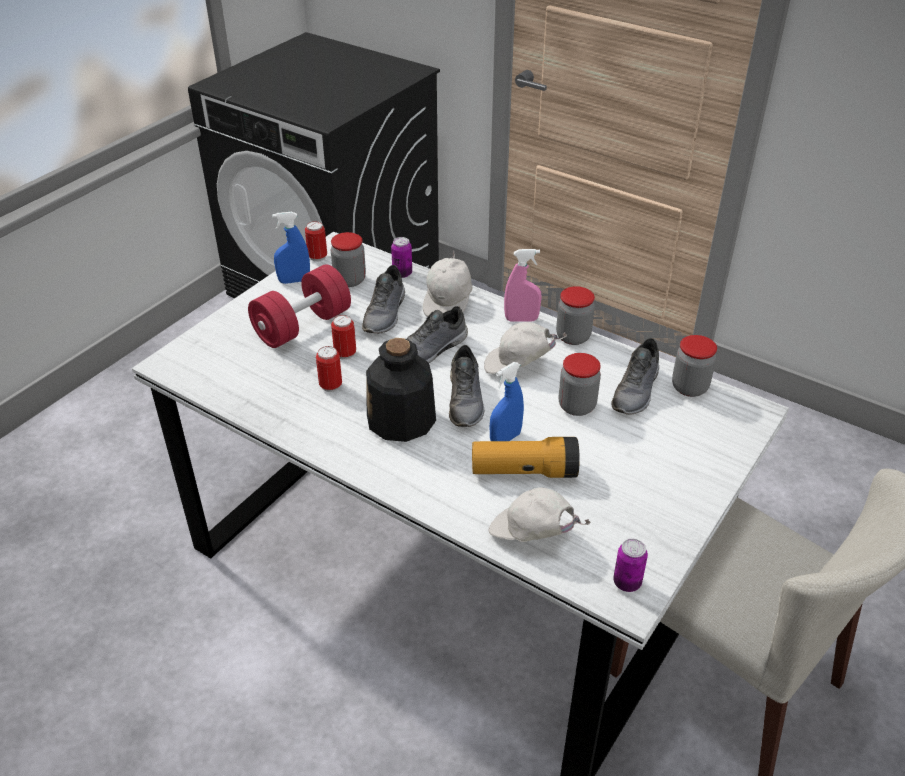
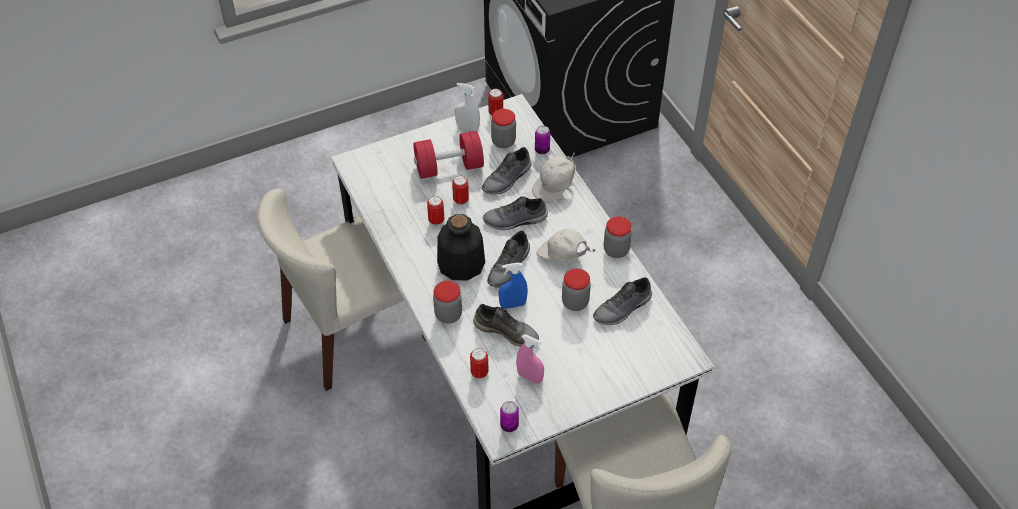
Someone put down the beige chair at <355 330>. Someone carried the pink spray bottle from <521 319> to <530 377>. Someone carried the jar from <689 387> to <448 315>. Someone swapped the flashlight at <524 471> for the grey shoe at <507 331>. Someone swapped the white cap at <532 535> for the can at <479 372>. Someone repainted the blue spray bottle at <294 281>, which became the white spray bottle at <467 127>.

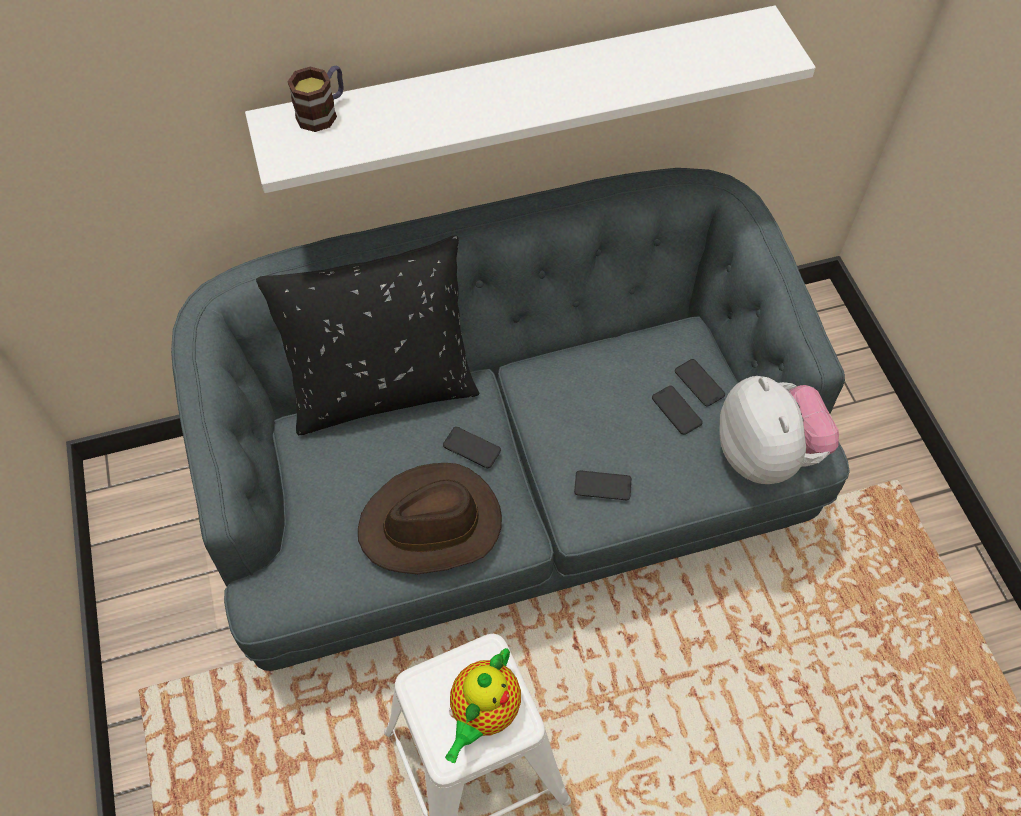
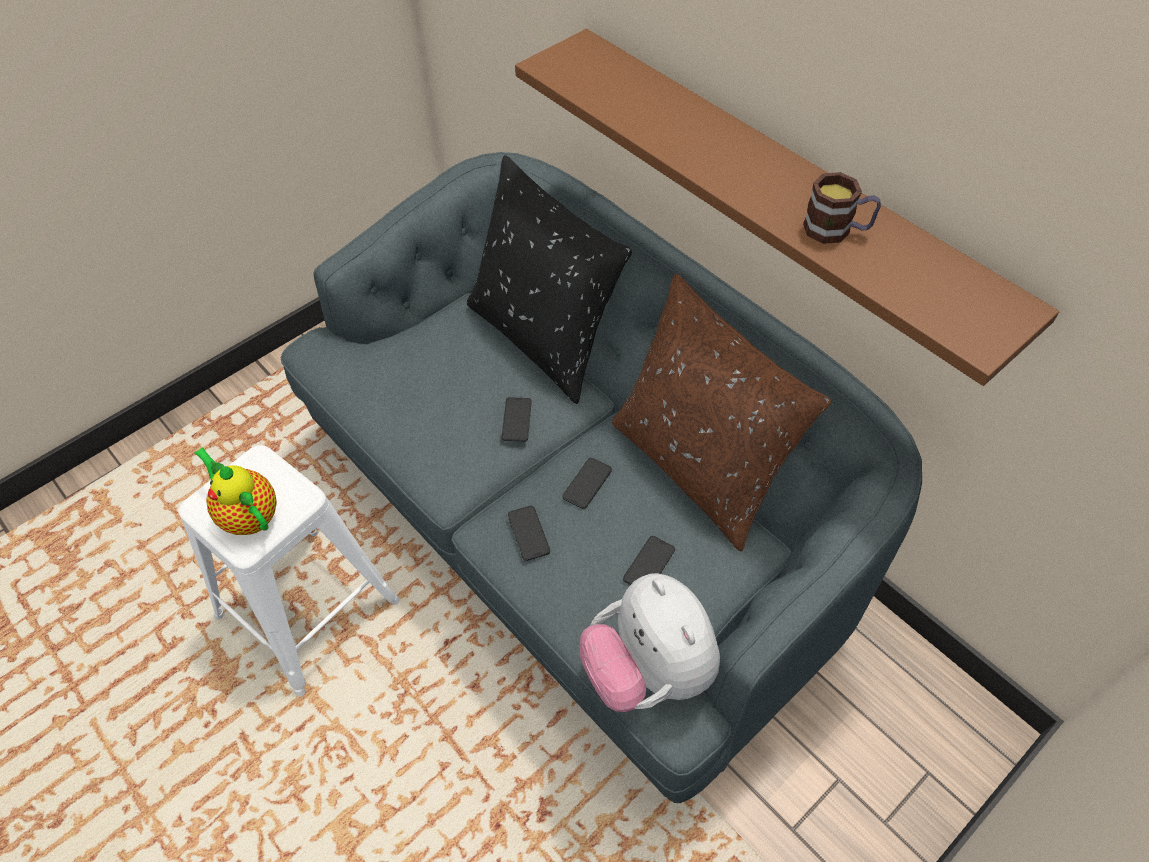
Someone took away the brown hat at <431 525>. Someone put down the brown pillow at <699 467>. Someone carried the mug from <323 112> to <836 230>. Someone carried the phone from <699 383> to <587 483>. Someone repainted the white shelf at <520 94>, which became the brown shelf at <780 191>. Someone rotated the teapot at <483 712> by 45 degrees clockwise. Someone rotated the plush toy at <766 454> by 105 degrees clockwise.

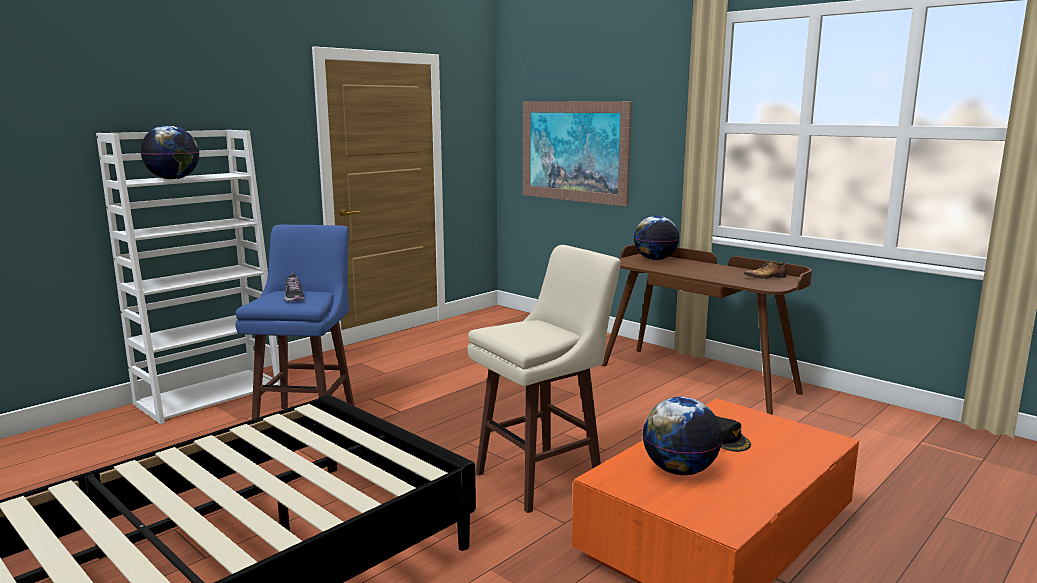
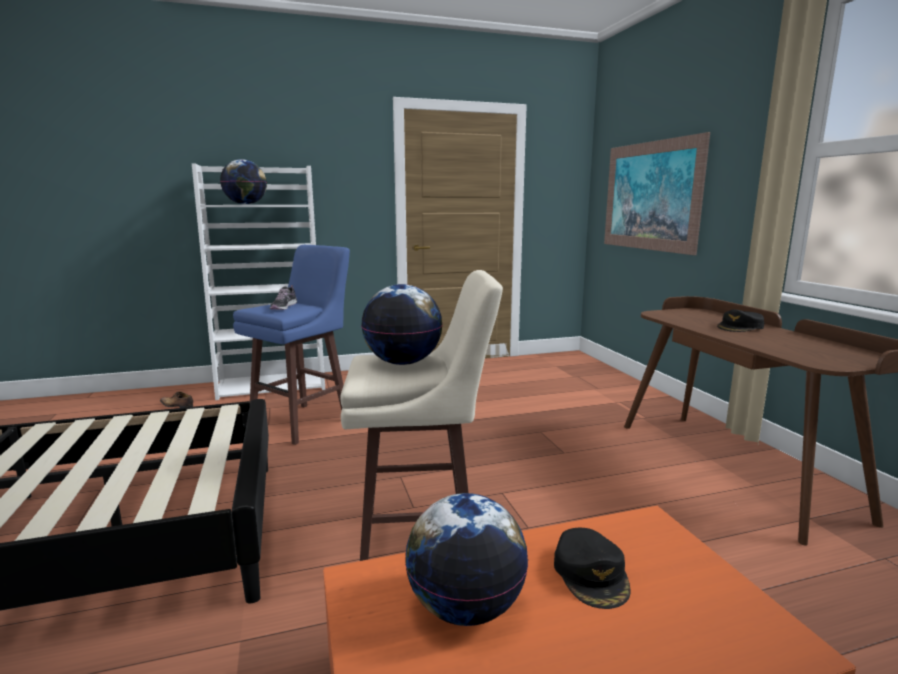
Someone put down the black cap at <740 327>. Someone carried the globe from <655 259> to <403 363>. Someone carried the shoe from <766 277> to <177 406>.

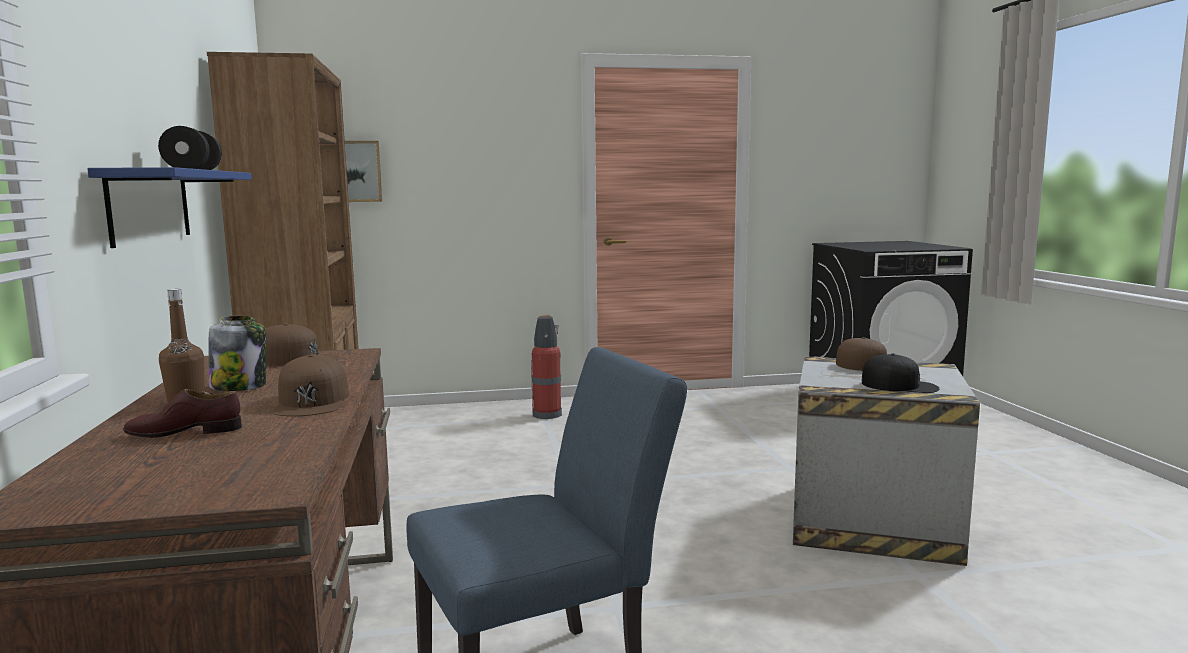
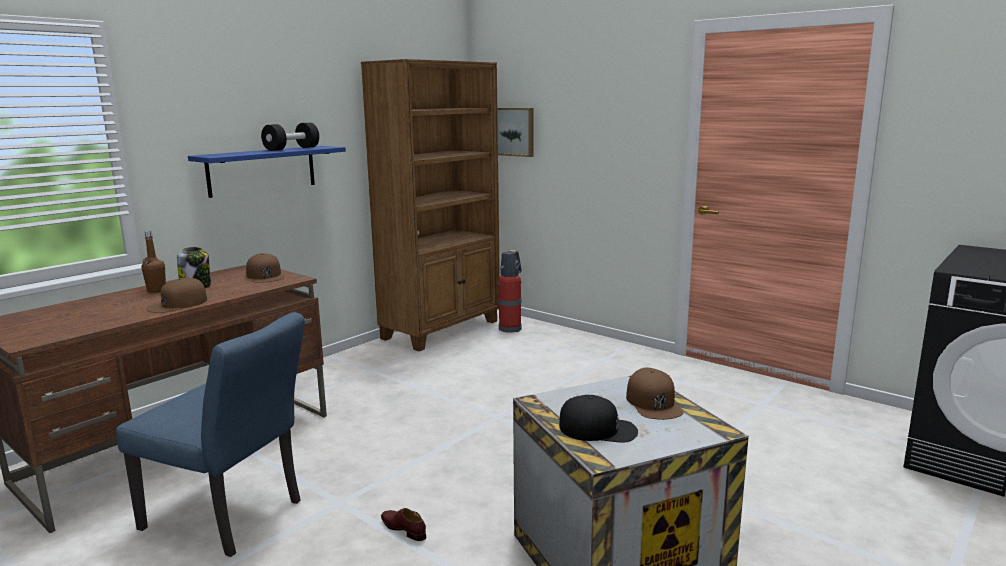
Someone carried the brown shoe from <184 432> to <403 529>. Someone carried the fire extinguisher from <547 414> to <511 328>. Someone rotated the black cap at <899 385> by 60 degrees counterclockwise.

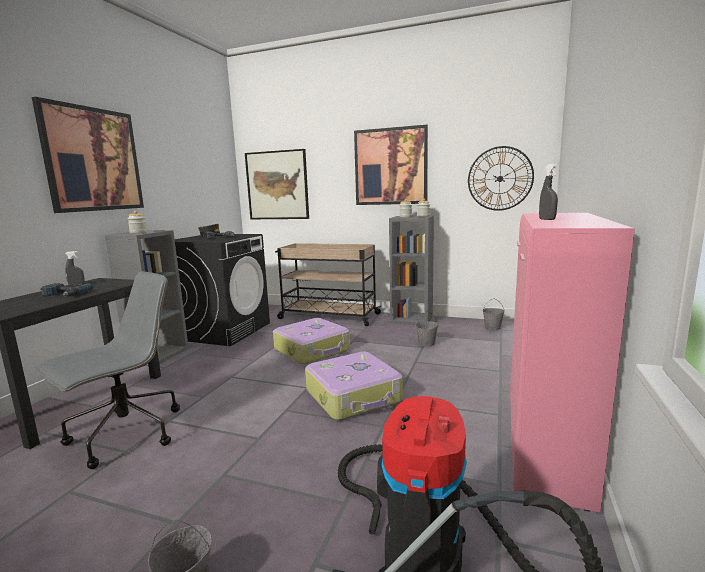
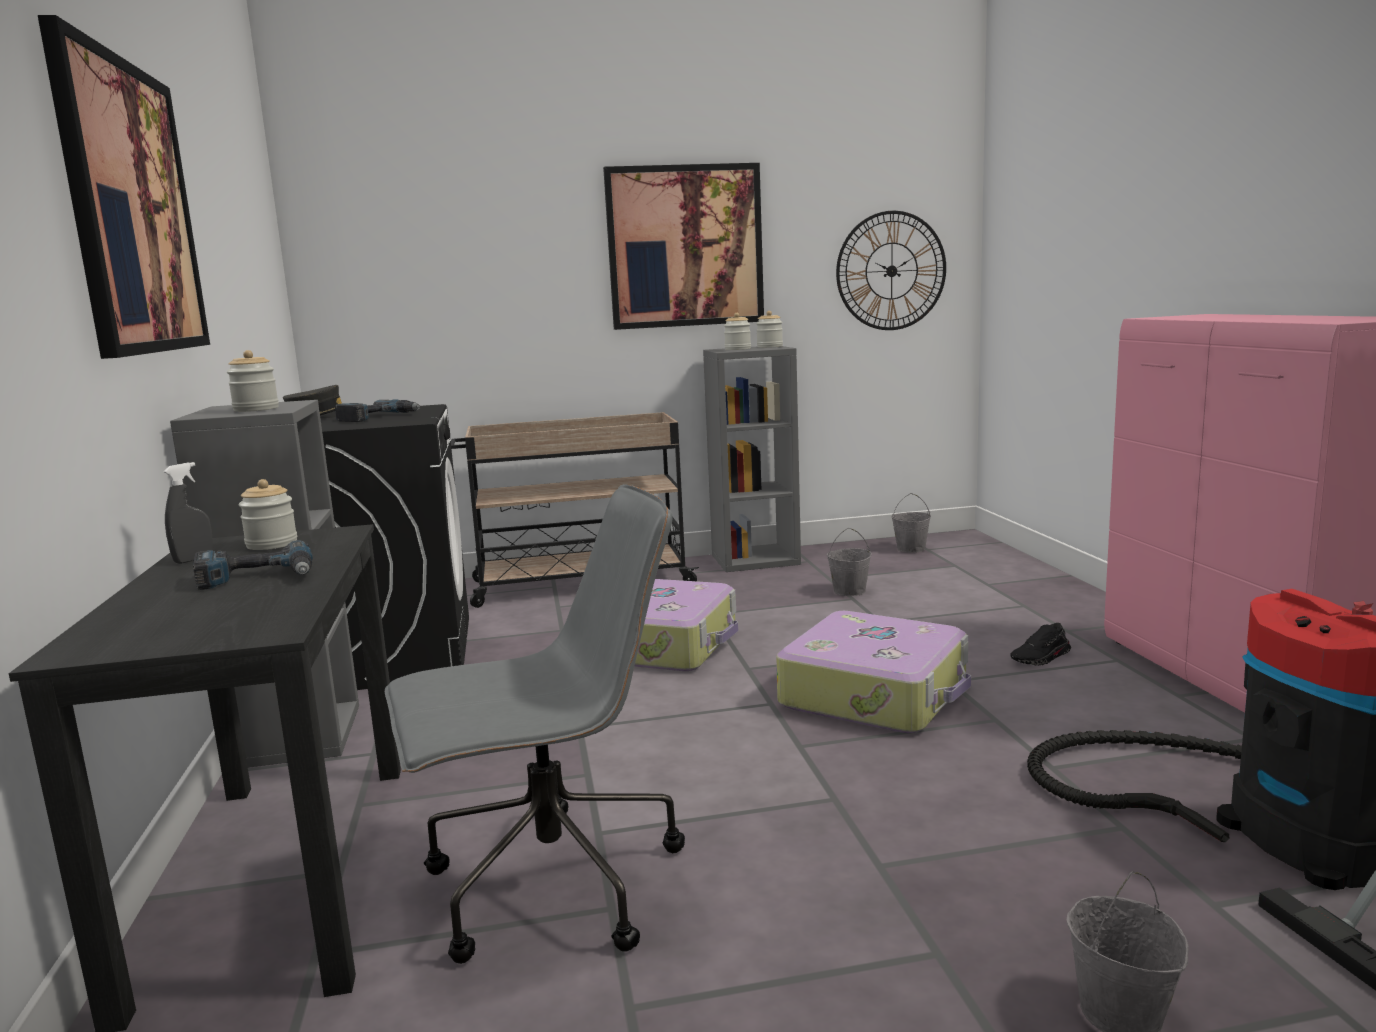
Someone took away the picture at <277 185>. Someone took away the grey spray bottle at <547 219>. Someone put down the jar at <272 544>. Someone put down the black shoe at <1041 658>. Someone rotated the grey office chair at <125 435> by 60 degrees clockwise.

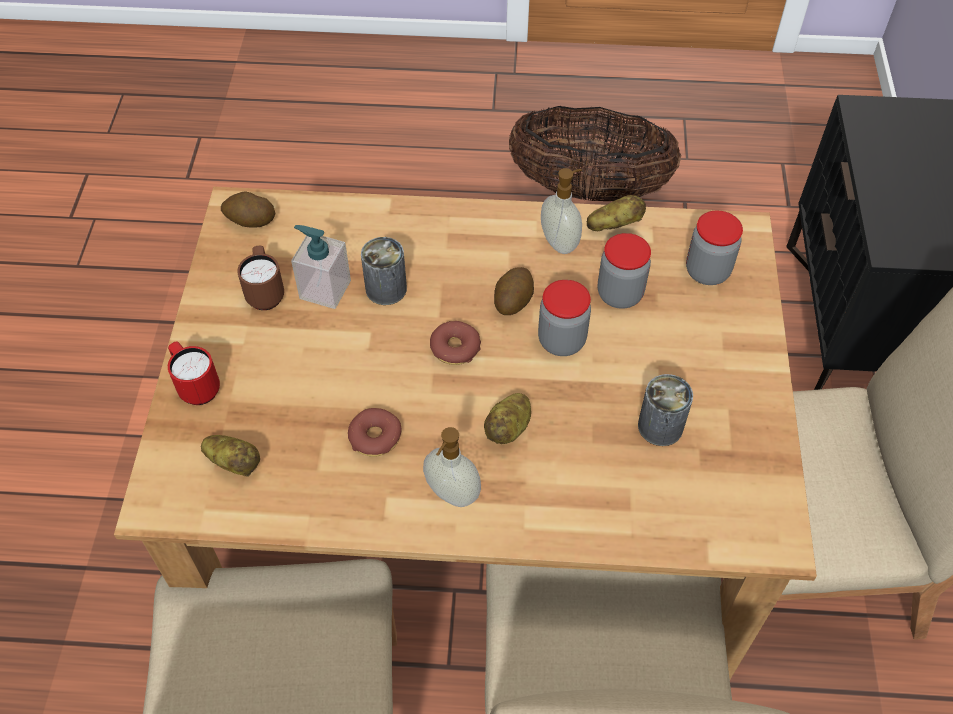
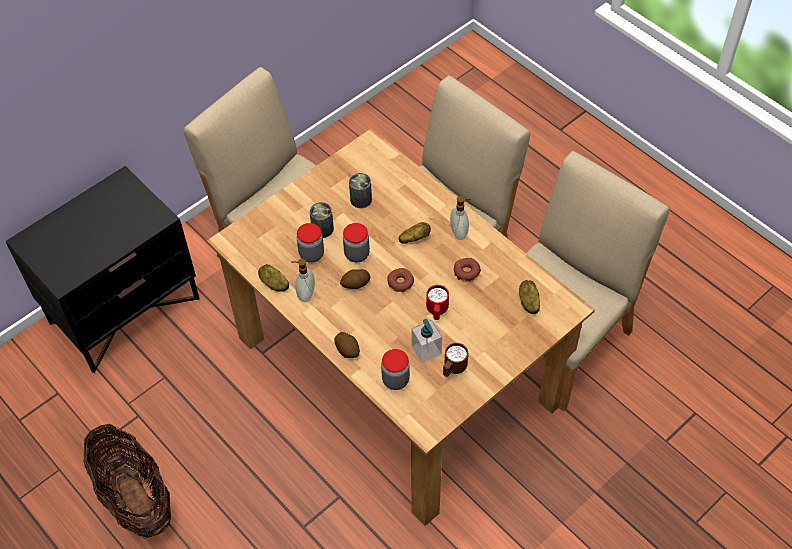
Someone carried the red mug from <196 386> to <437 311>. Someone carried the potato from <250 221> to <347 350>. Someone carried the can from <386 289> to <322 229>. Someone carried the jar from <707 271> to <395 380>.

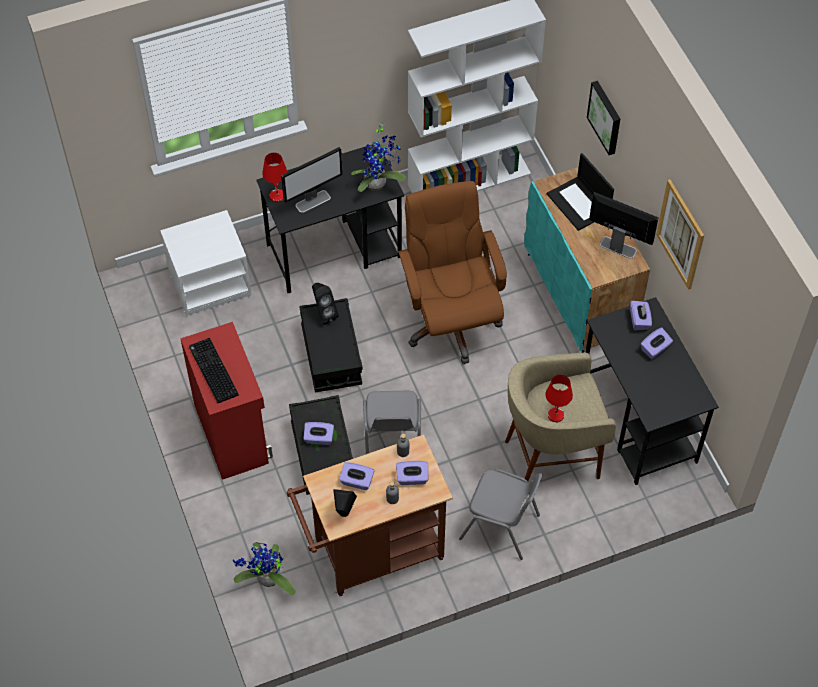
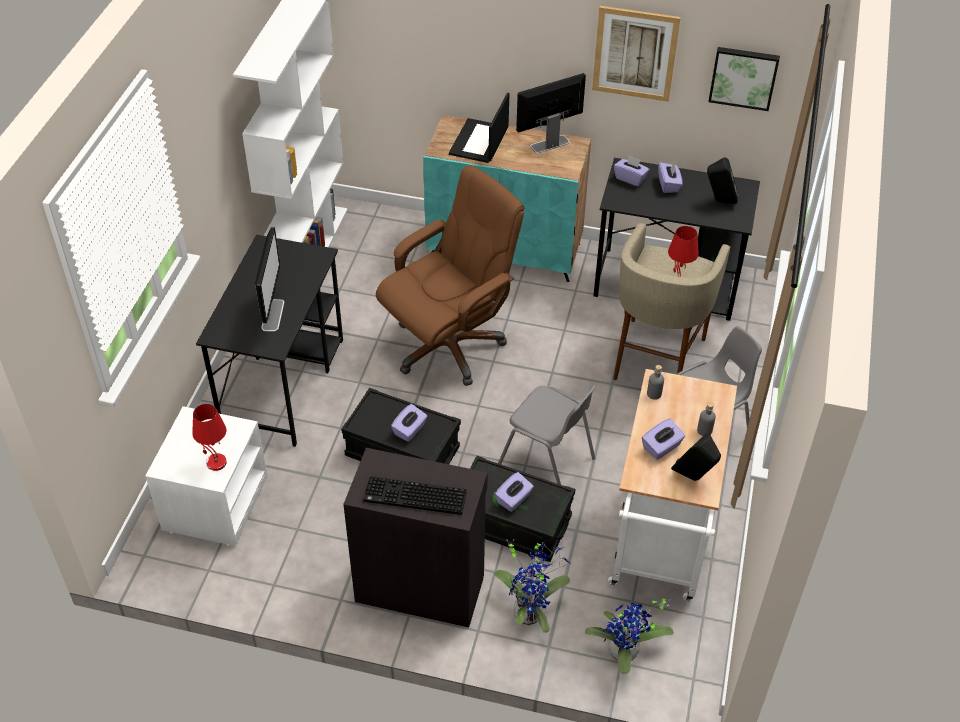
Someone carried the red table lamp from <277 196> to <215 463>. Someone carried the black speaker from <324 314> to <719 201>. Someone carried the potted plant from <378 183> to <530 611>. Someone carried the purple tissue box from <412 478> to <410 430>. Someone carried the picture from <606 117> to <743 77>. Someone repainted the red cabinet at <232 433>, which became the black cabinet at <419 586>. Someone repainted the brown cart at <371 554>, which became the white cart at <660 547>. Someone rotated the brown office chair at <451 321> by 120 degrees clockwise. Someone rotated the laptop at <579 204> by 105 degrees clockwise.

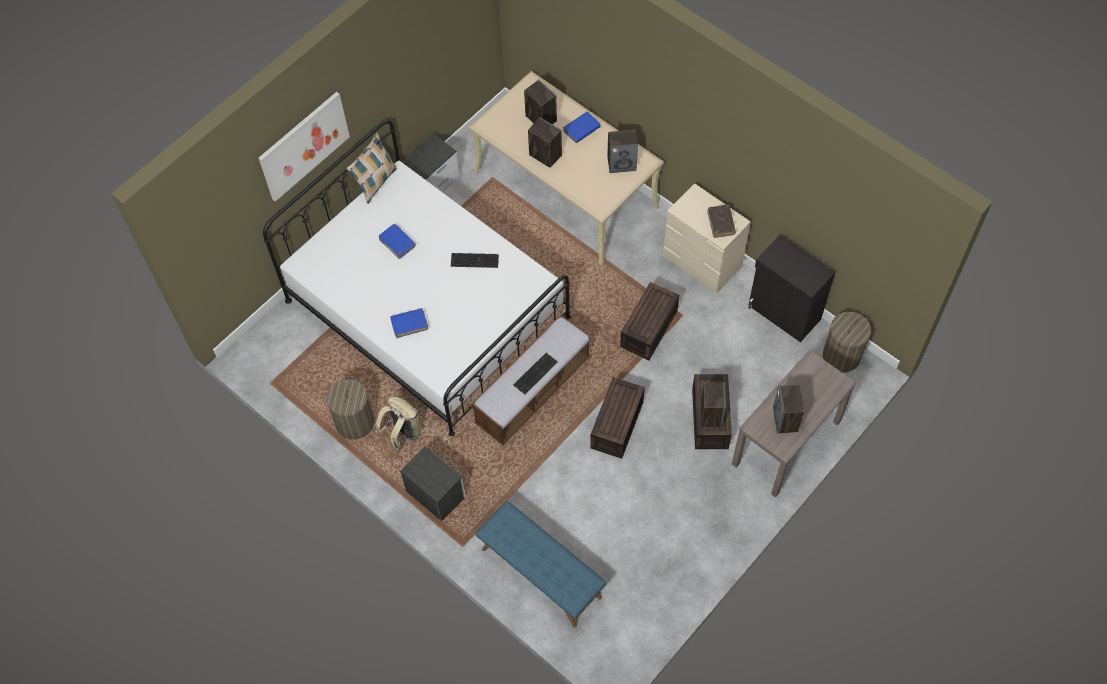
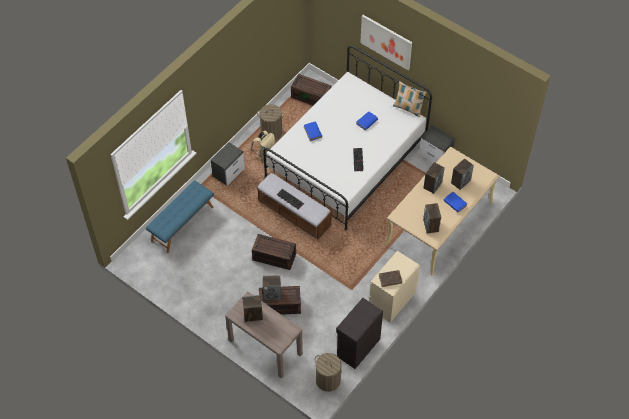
Someone carried the brown storage box from <648 327> to <311 97>.

